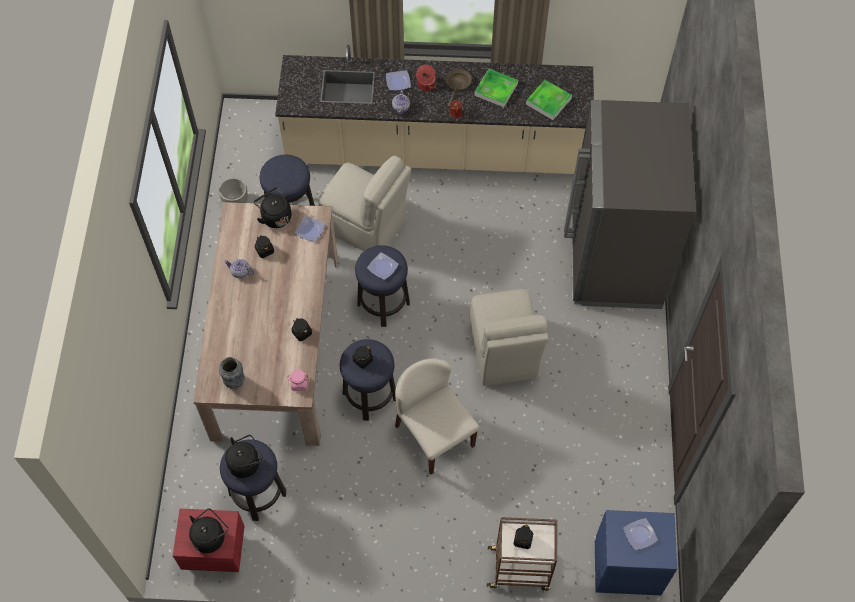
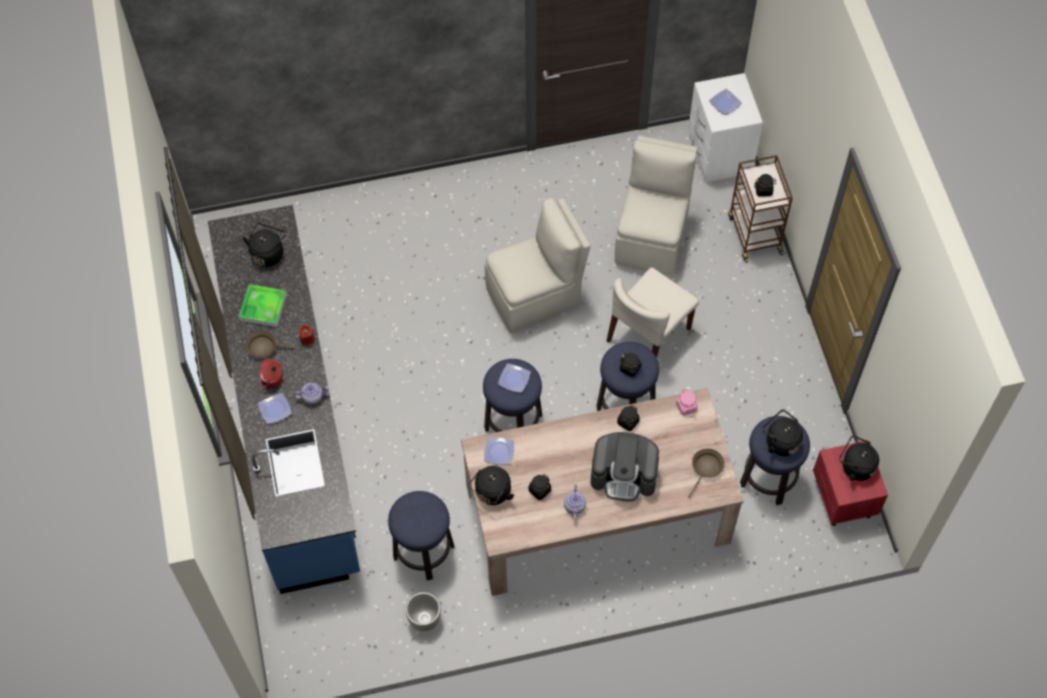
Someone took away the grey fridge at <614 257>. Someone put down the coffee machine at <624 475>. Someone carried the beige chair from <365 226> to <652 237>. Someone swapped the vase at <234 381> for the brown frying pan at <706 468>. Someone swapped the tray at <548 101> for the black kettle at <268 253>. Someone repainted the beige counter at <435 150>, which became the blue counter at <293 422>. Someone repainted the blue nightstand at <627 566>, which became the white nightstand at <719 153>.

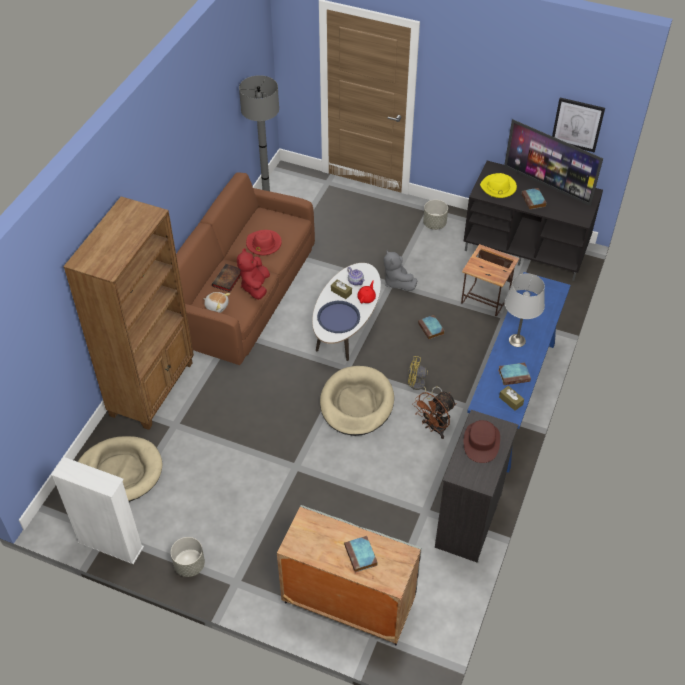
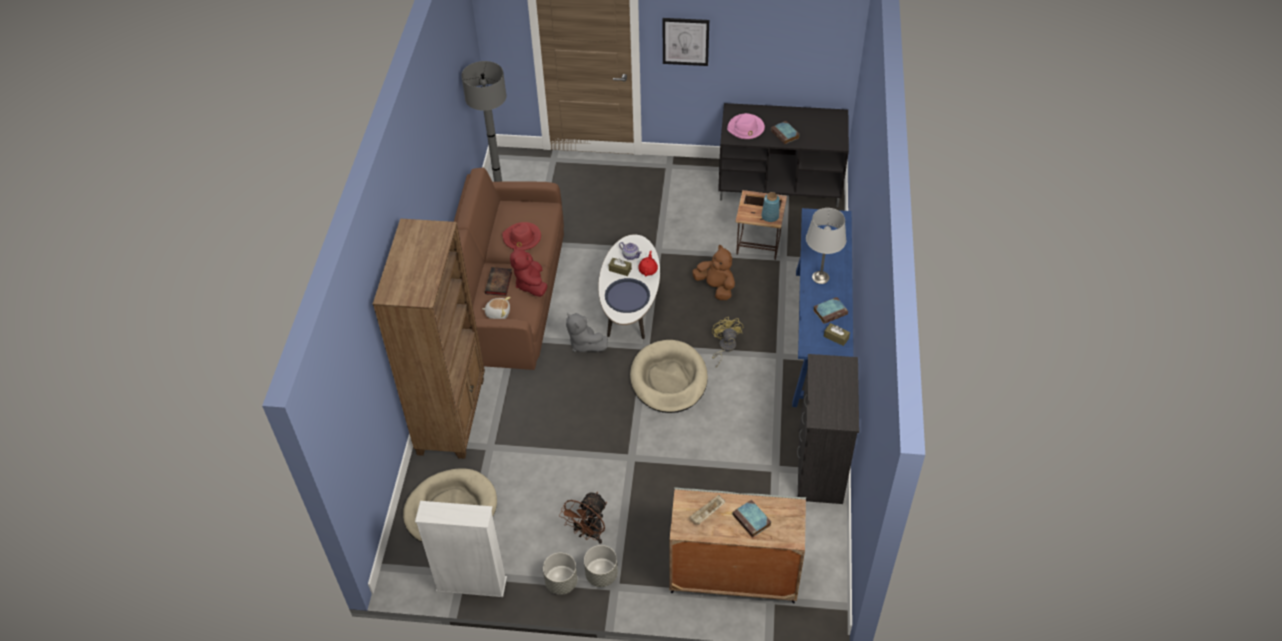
Someone took away the brown hat at <481 442>. Someone took away the television at <547 185>. Someone put down the beige tray at <707 514>. Someone put down the blue vase at <770 216>. Someone carried the grey plush toy from <397 282> to <584 343>. Someone carried the brown fan from <434 428> to <589 534>. Someone carried the grey planter from <434 224> to <601 574>. Someone carried the picture from <577 124> to <685 41>. Someone swapped the book at <431 329> for the brown plush toy at <716 287>. Someone repainted the yellow hat at <498 187>, which became the pink hat at <746 128>. Someone rotated the yellow fan at <419 386> by 90 degrees clockwise.

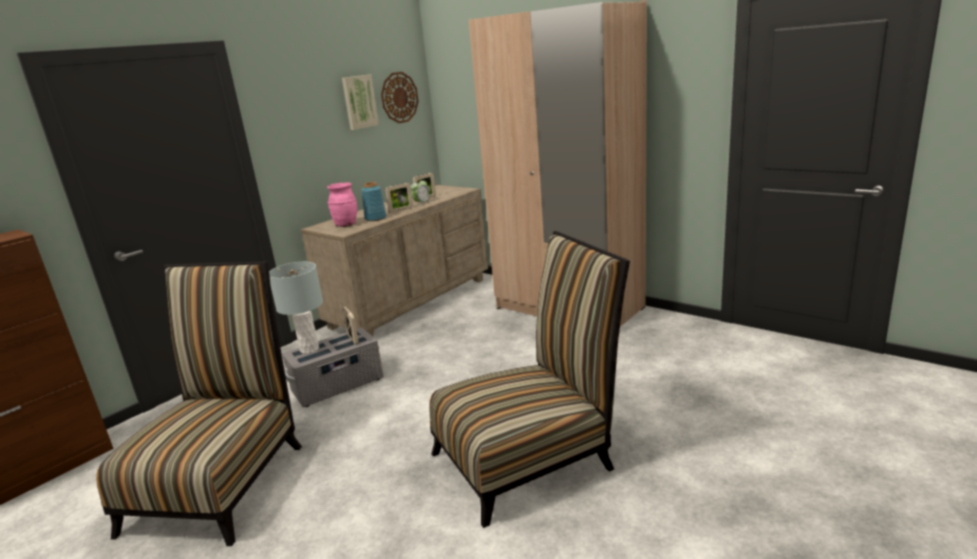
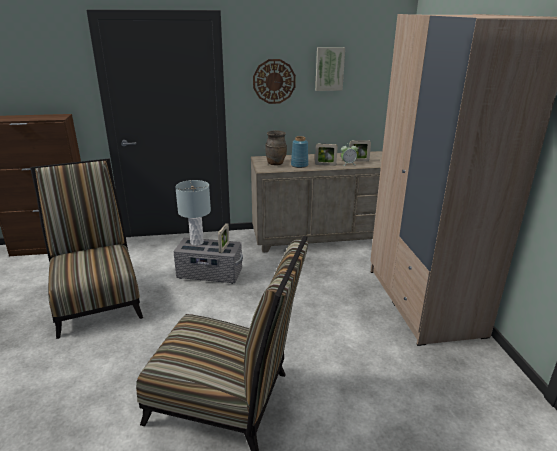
Someone carried the wall clock from <399 97> to <274 81>. Someone repainted the pink vase at <346 225>, which became the brown vase at <275 163>. Someone rotated the chair at <222 480> by 75 degrees counterclockwise.

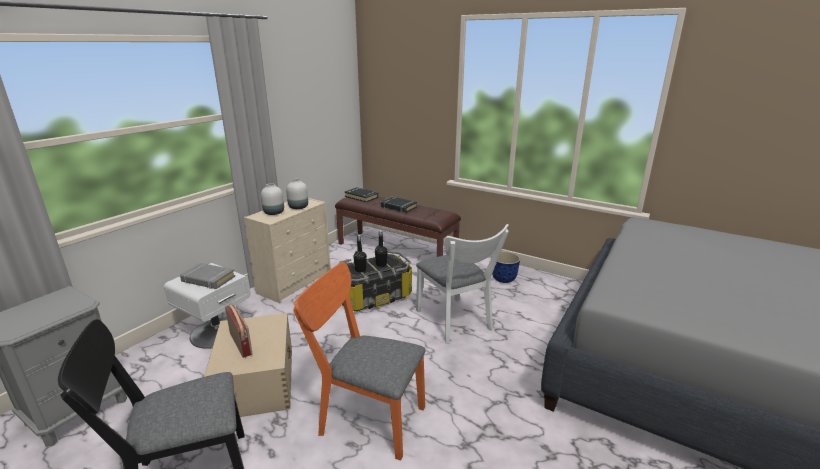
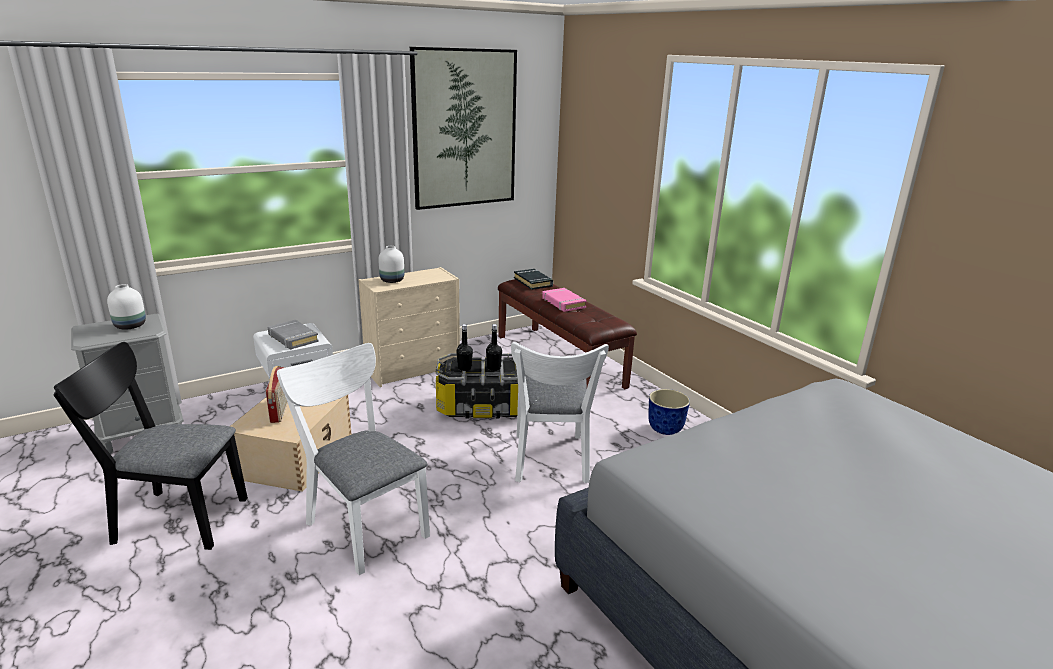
Someone put up the picture at <464 129>. Someone carried the white vase from <299 207> to <131 326>. Someone repainted the orange chair at <365 417>, which became the white chair at <362 524>. Someone repainted the black book at <398 207>, which became the pink book at <563 303>.

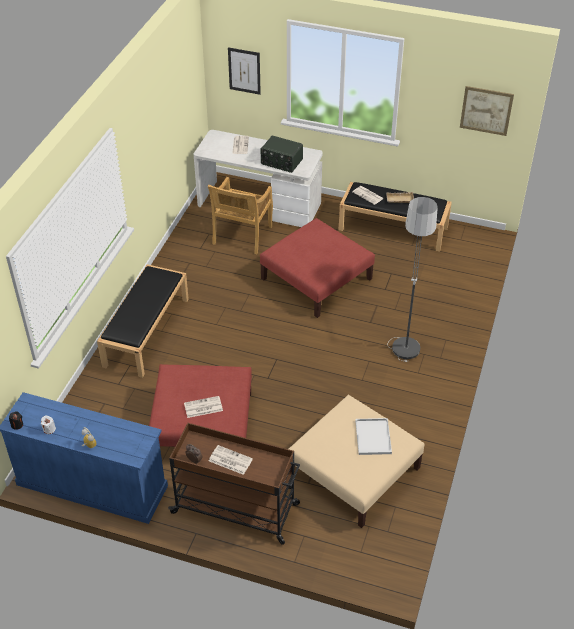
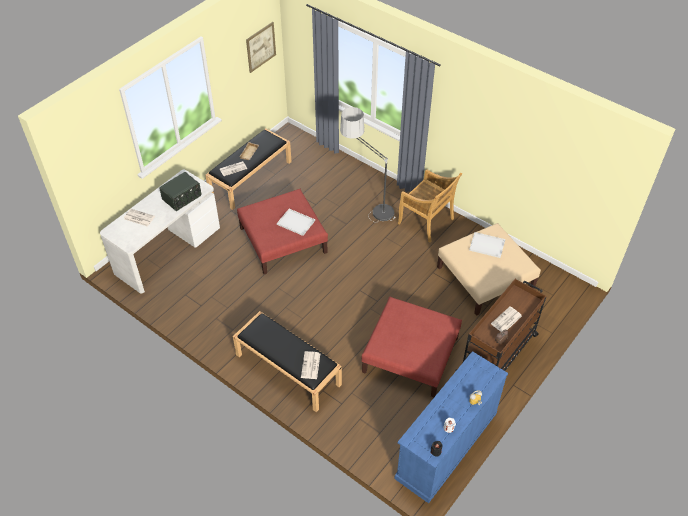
Someone took away the picture at <244 71>. Someone put down the white tray at <295 222>. Someone carried the newspaper from <203 407> to <311 366>. Someone carried the beige chair from <242 236> to <426 222>.

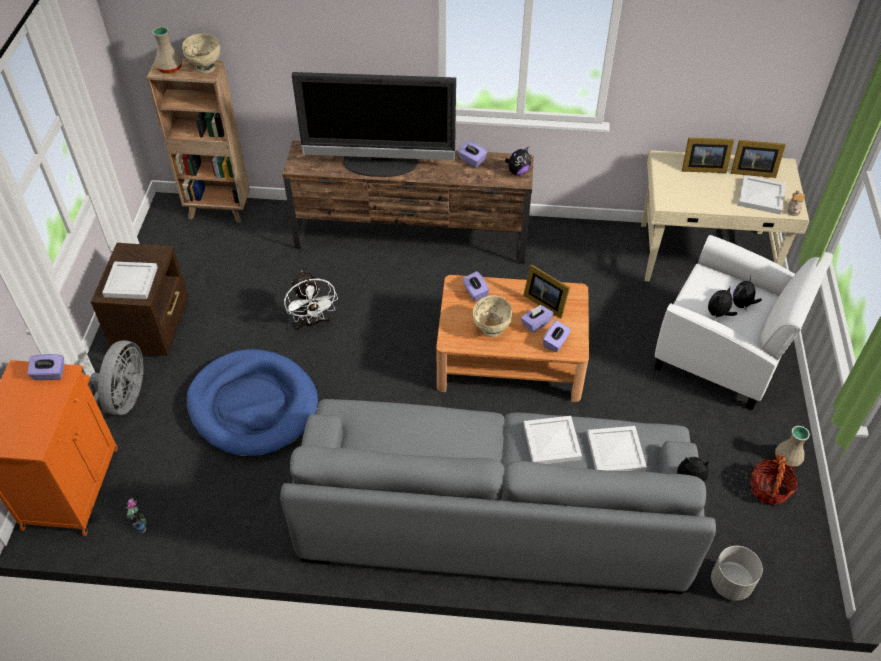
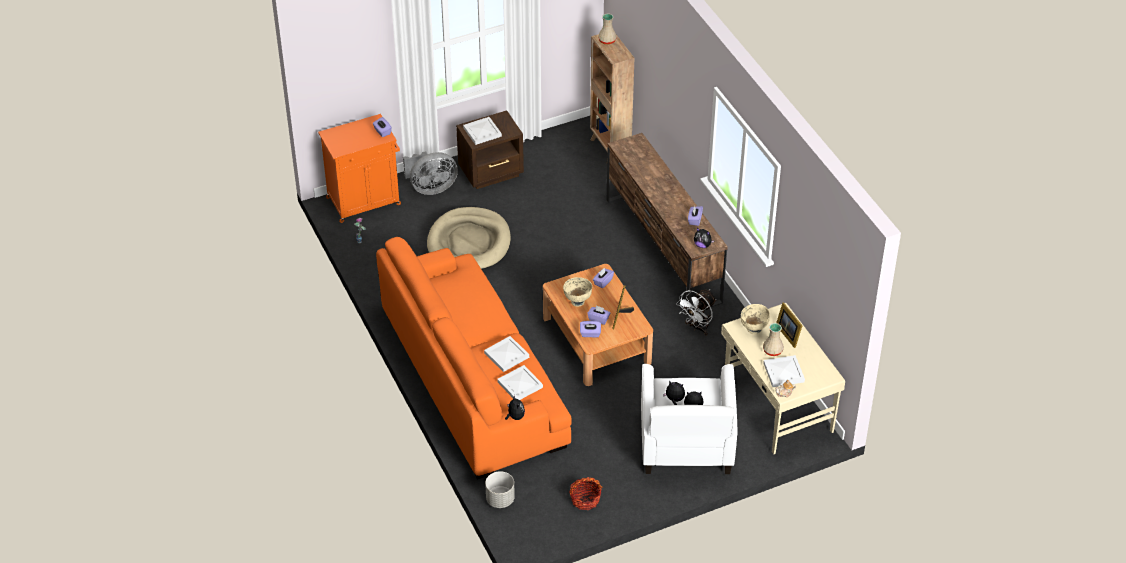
Someone took away the television at <379 165>. Someone took away the picture frame at <751 171>. Someone carried the beige bowl from <205 68> to <754 329>. Someone carried the white fan from <313 323> to <697 327>. Someone carried the beige vase from <788 459> to <772 351>. Someone repainted the blue dog bed at <253 406>, which became the beige dog bed at <469 243>. Someone repainted the grey sofa at <493 512>, which became the orange sofa at <473 377>.

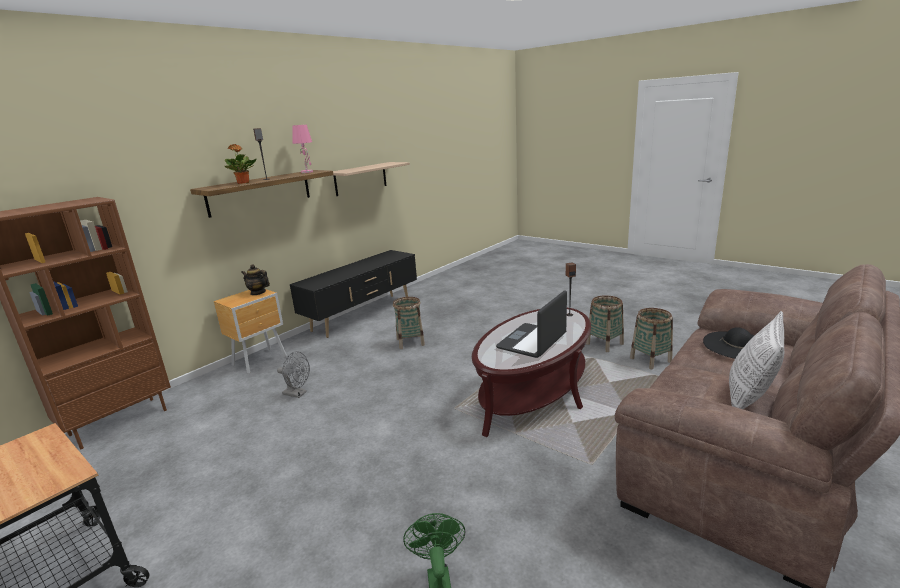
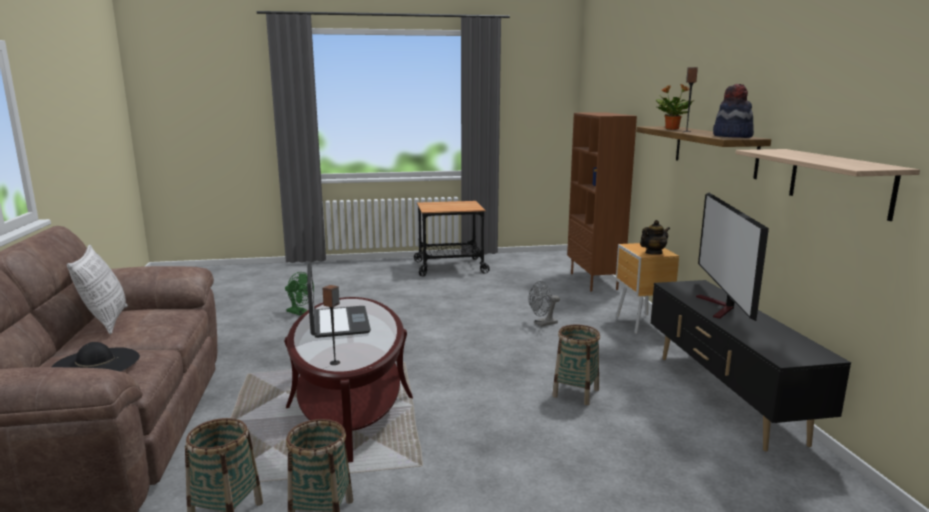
Someone put down the television at <720 308>. Someone swapped the pink table lamp at <307 172> for the hat at <732 136>.

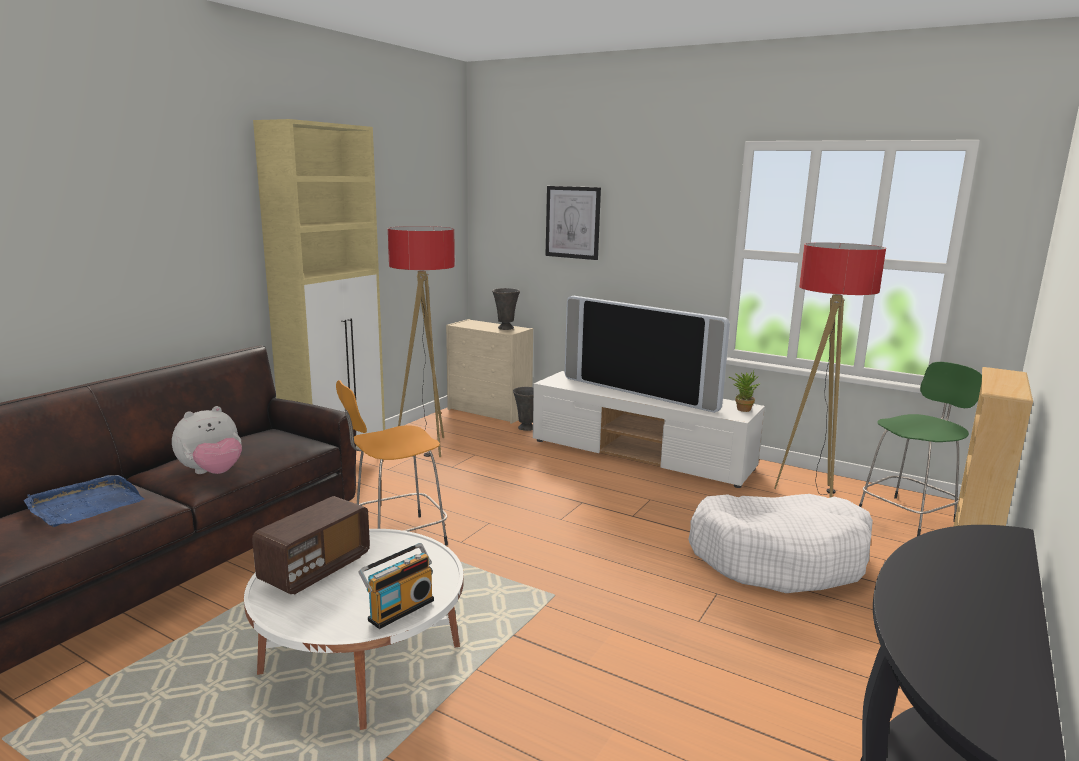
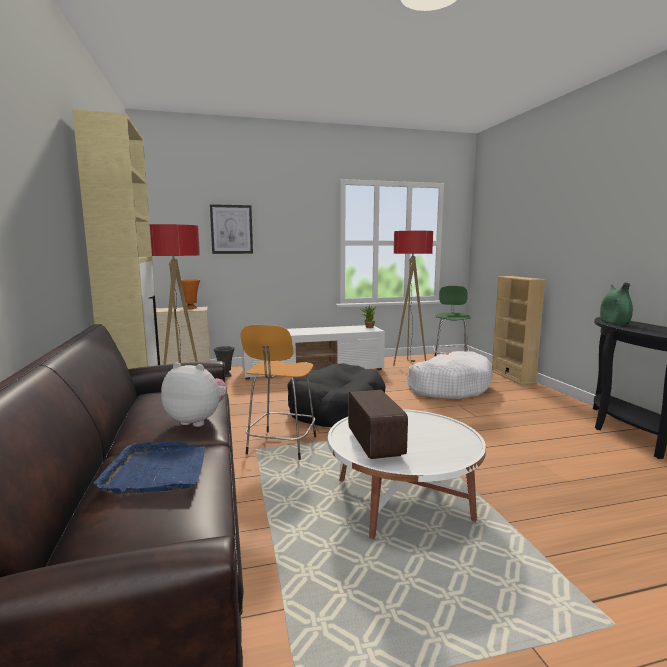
Someone took away the radio at <399 609>. Someone took away the television at <640 392>. Someone put down the black dog bed at <336 409>. Someone put down the green vase at <614 322>. Someone repainted the grey vase at <506 328>, which became the orange vase at <191 308>. Someone rotated the plush toy at <212 473> by 75 degrees counterclockwise.

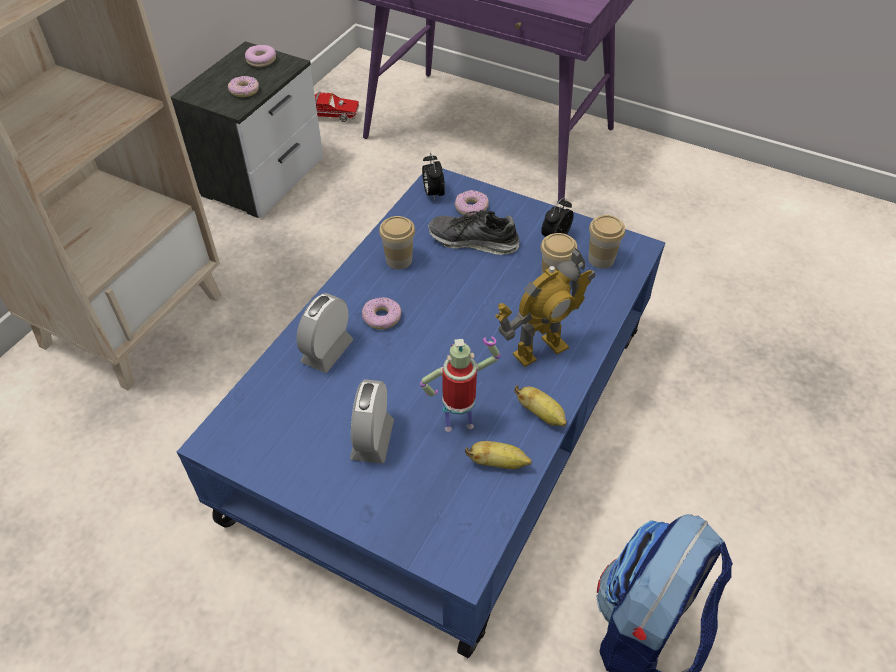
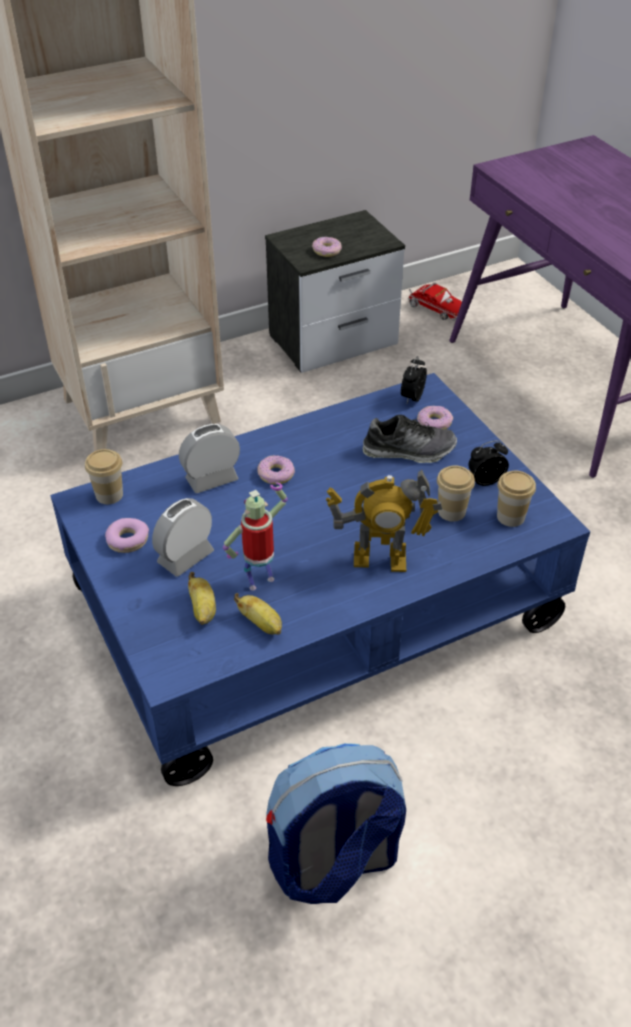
Someone carried the donut from <261 60> to <128 540>. Someone carried the cup from <399 260> to <109 495>. Someone carried the banana from <541 414> to <203 610>. Someone rotated the toy robot at <459 423> by 60 degrees counterclockwise. Someone rotated the shoe at <473 241> by 135 degrees clockwise.

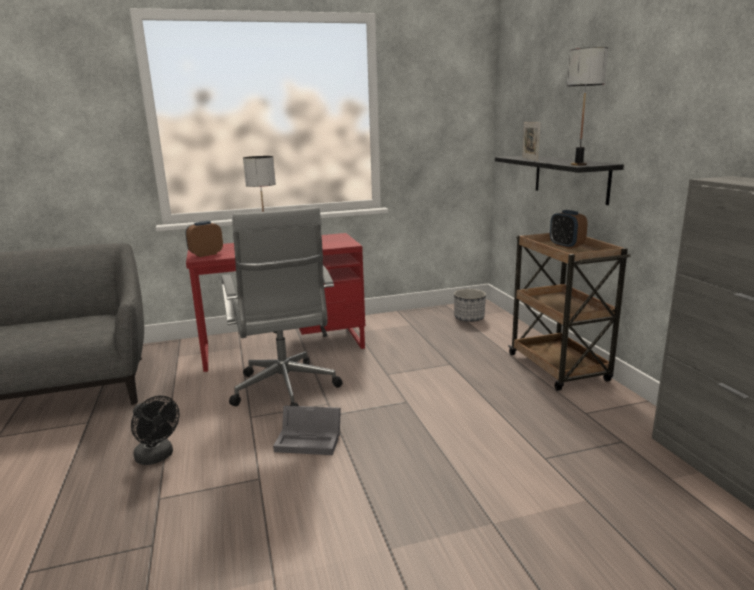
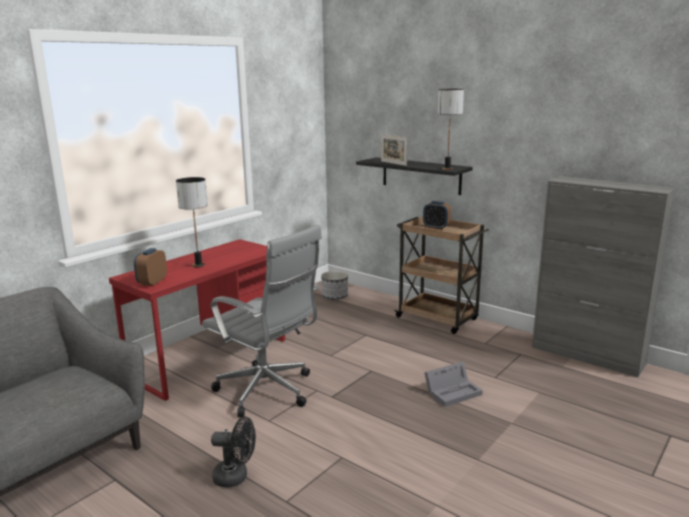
Someone carried the grey storage box from <310 440> to <453 391>.

